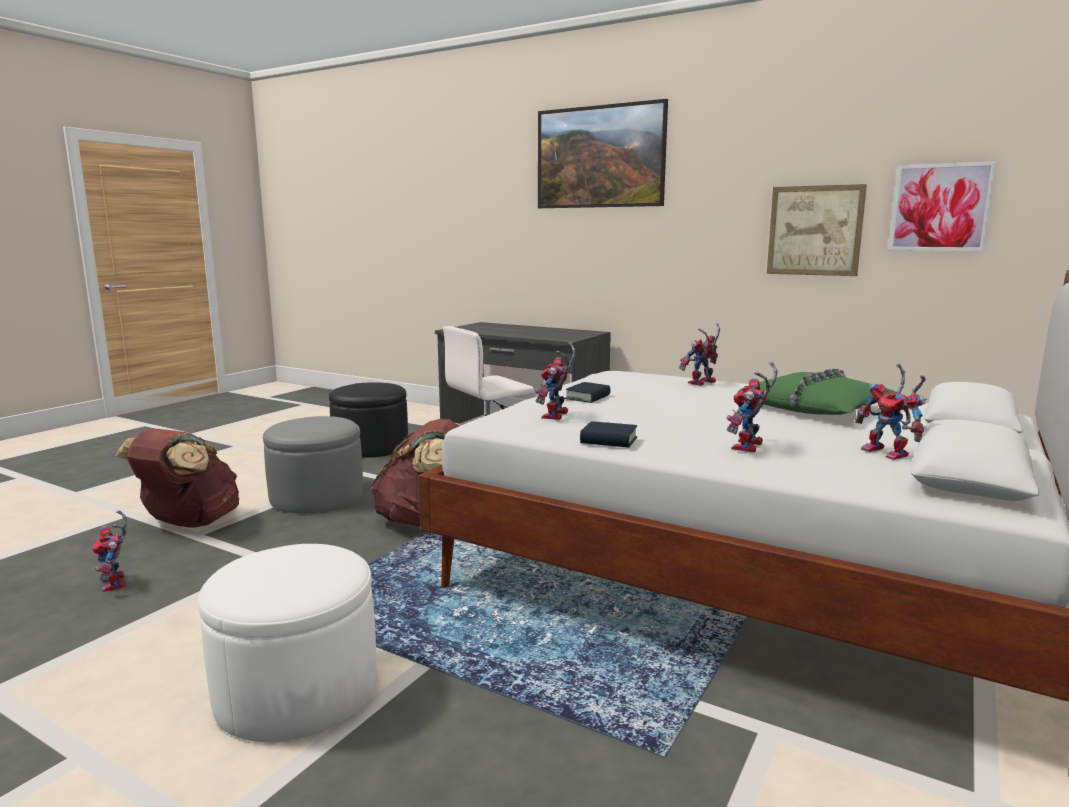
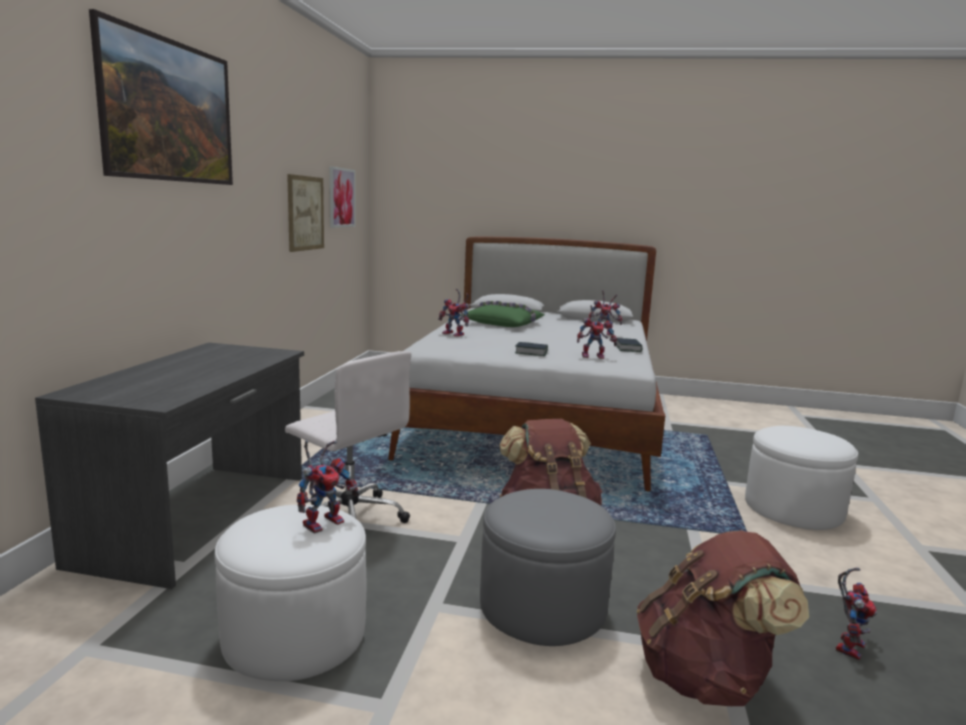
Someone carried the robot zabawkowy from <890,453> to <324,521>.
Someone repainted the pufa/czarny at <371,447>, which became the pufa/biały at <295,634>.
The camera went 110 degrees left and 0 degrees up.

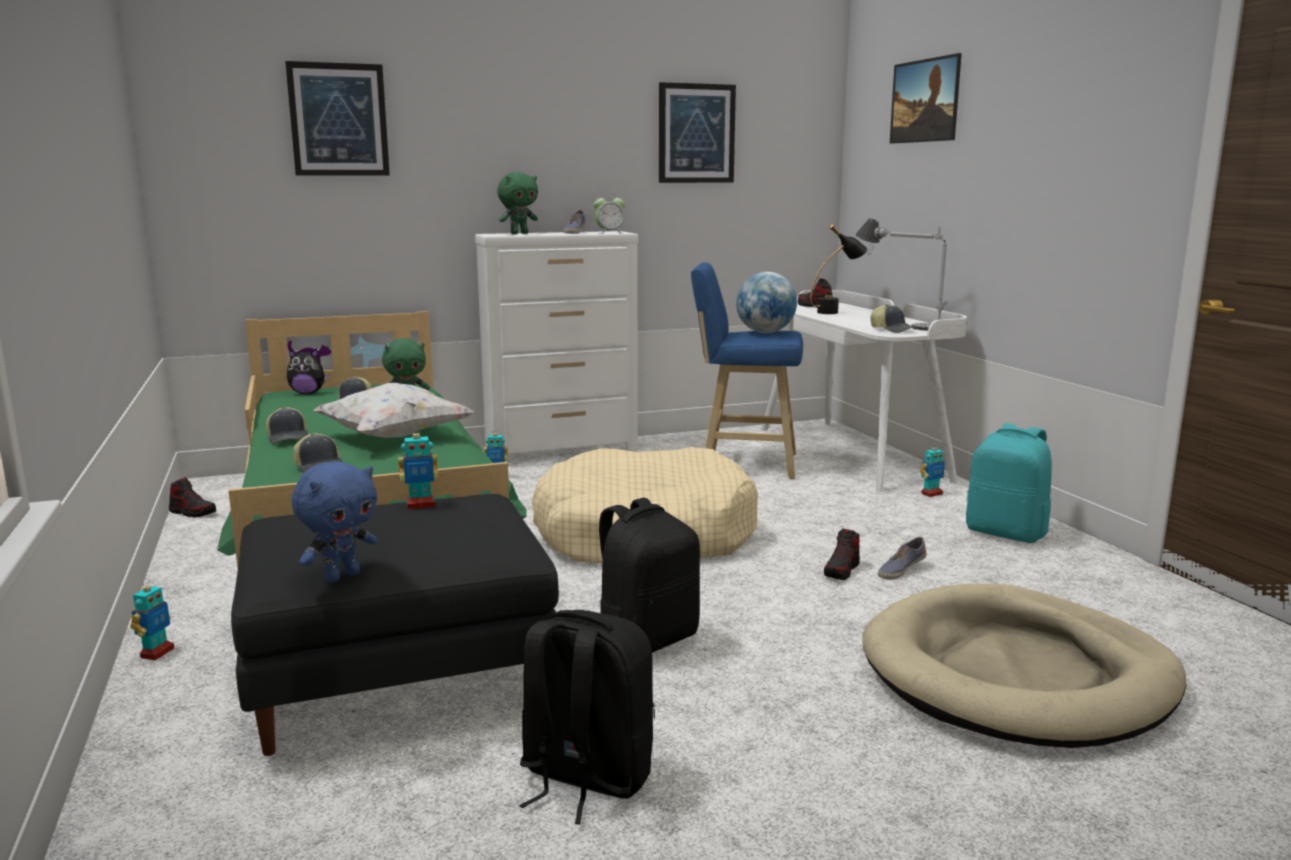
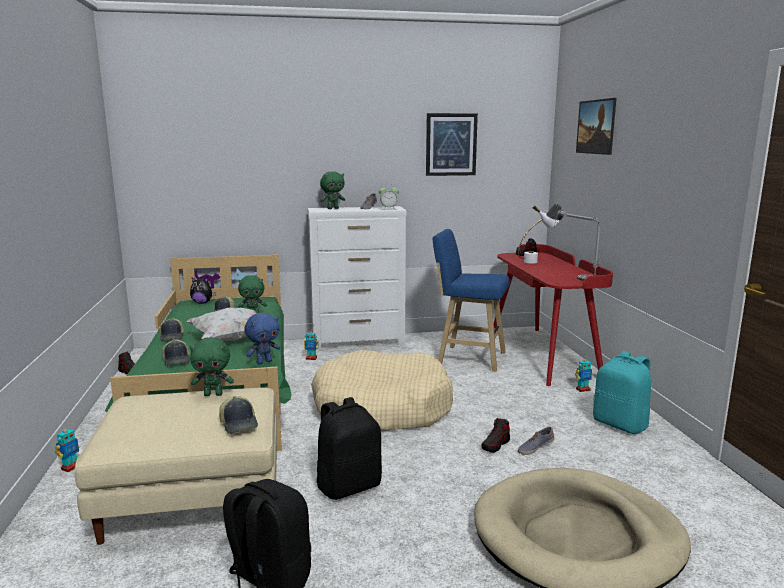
Someone took away the obraz at <338,120>.
Someone repainted the lampa stołowa/czarny at <835,312>, which became the lampa stołowa/biały at <536,261>.
Someone took away the globus at <765,332>.
Someone repainted the biurko/biały at <852,453>, which became the biurko/czerwony at <543,354>.
Someone carried the czapka z daszkiem from <892,330> to <239,423>.
Someone swapped the robot zabawkowy at <420,505> for the pluszak/zielony at <213,394>.
Someone carried the pluszak/niebieski from <341,576> to <264,362>.
Someone repainted the pufa/czarny at <403,677>, which became the pufa/beżowy at <196,498>.
The camera went 10 degrees right and 0 degrees up.

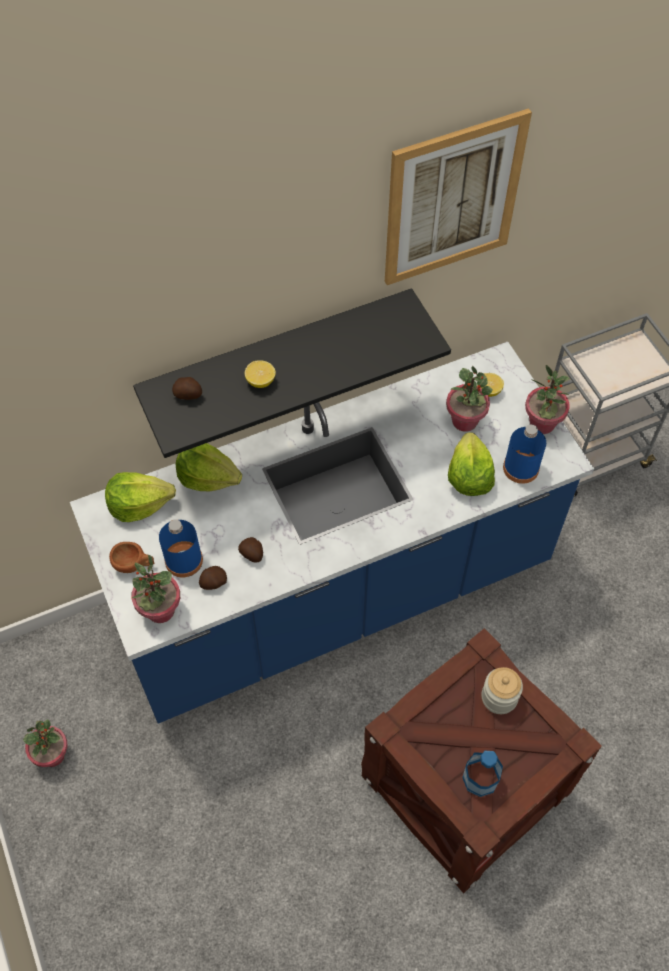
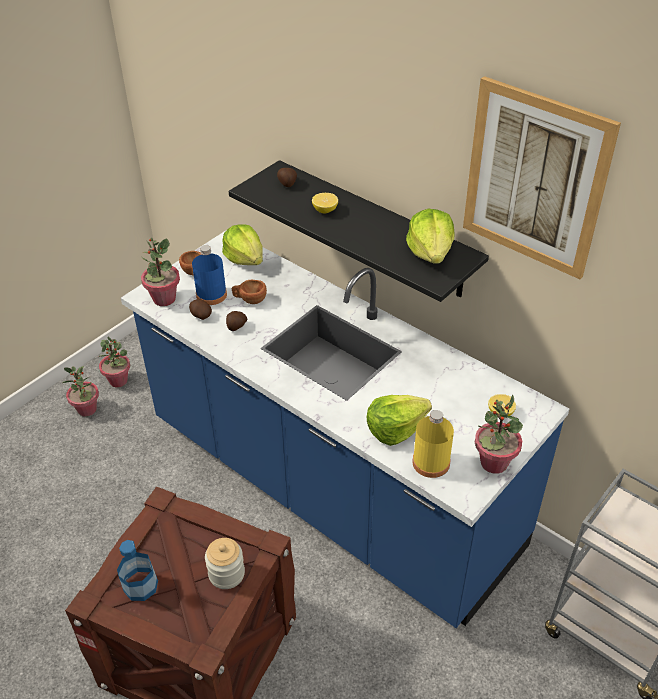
Someone carried the roślina doniczkowa from <465,421> to <87,409>.
Someone repainted the butelka/niebieski at <521,468>, which became the butelka/żółty at <431,462>.
Someone carried the sałata from <208,477> to <431,252>.
Someone put down the filiżanka/brązowy at <249,300>.
The camera went 65 degrees right and 15 degrees down.

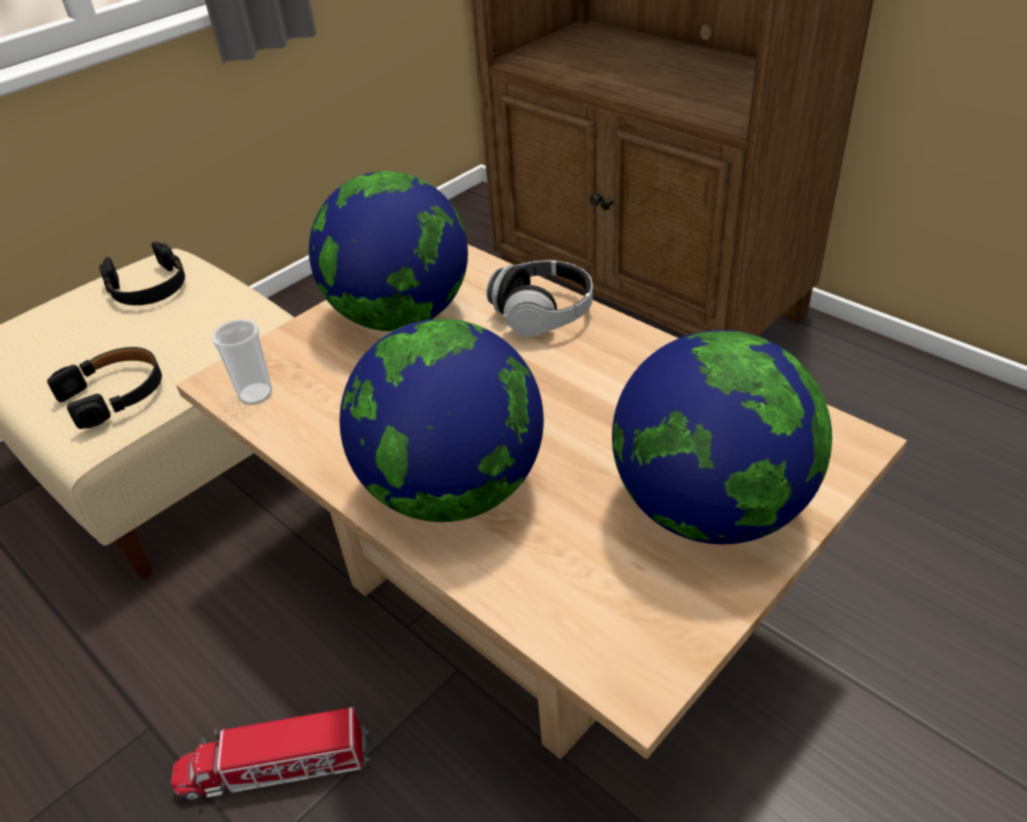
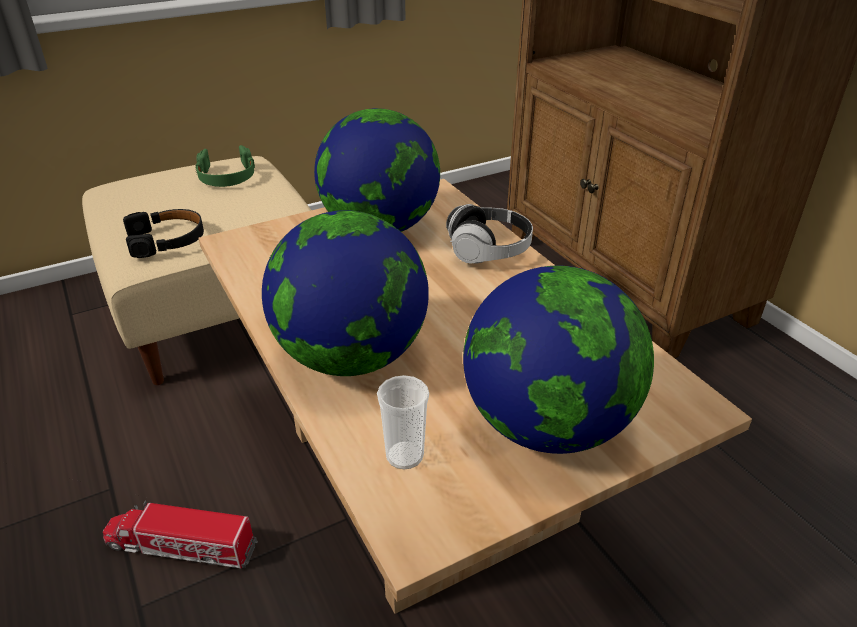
Someone repainted the słuchawki/czarny at <149,287>, which became the słuchawki/zielony at <227,176>.
Someone carried the filiżanka from <255,394> to <404,456>.
The camera went 15 degrees right and 5 degrees down.

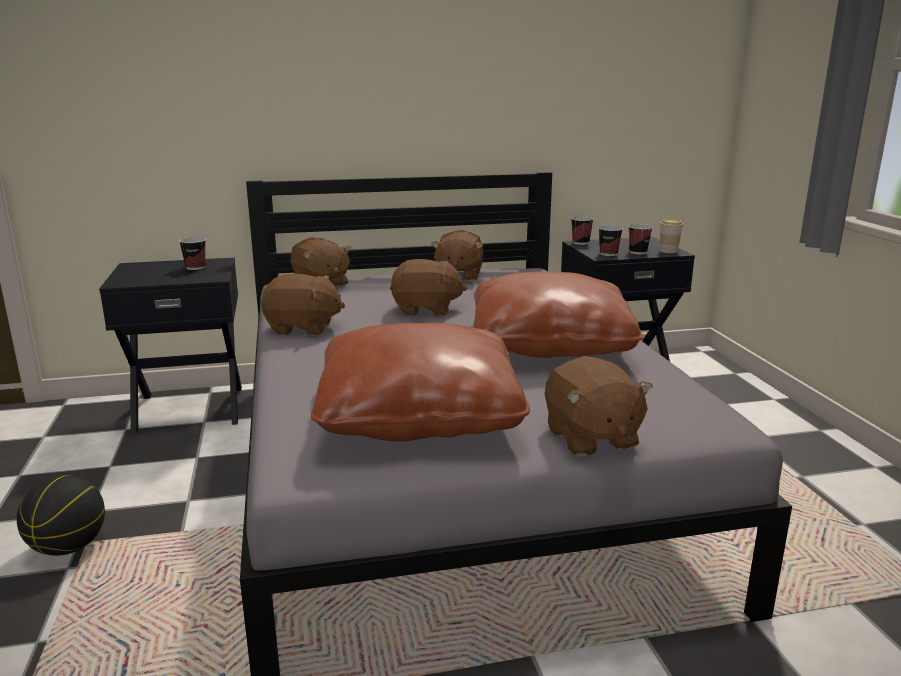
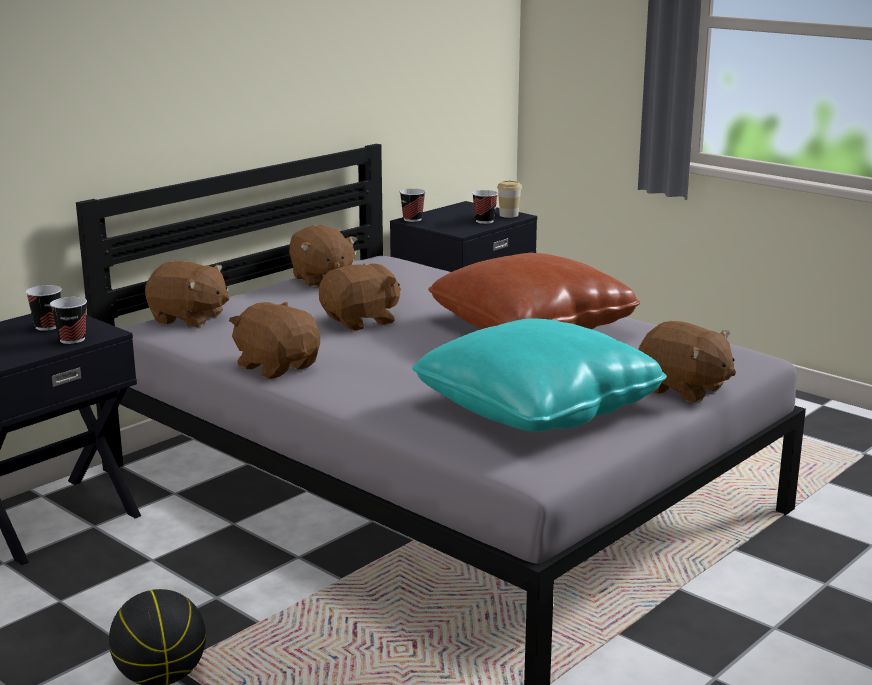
Someone carried the filiżanka from <608,254> to <72,339>.
Someone rotated the pluszak/brązowy at <303,328> by 105 degrees counterclockwise.
Someone repainted the poduszka/brązowy at <418,415>, which became the poduszka/turkusowy at <538,409>.
The camera went 35 degrees left and 0 degrees up.

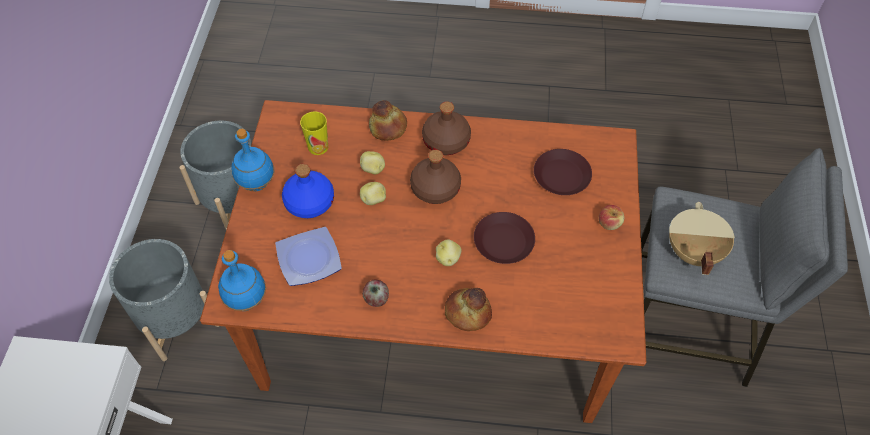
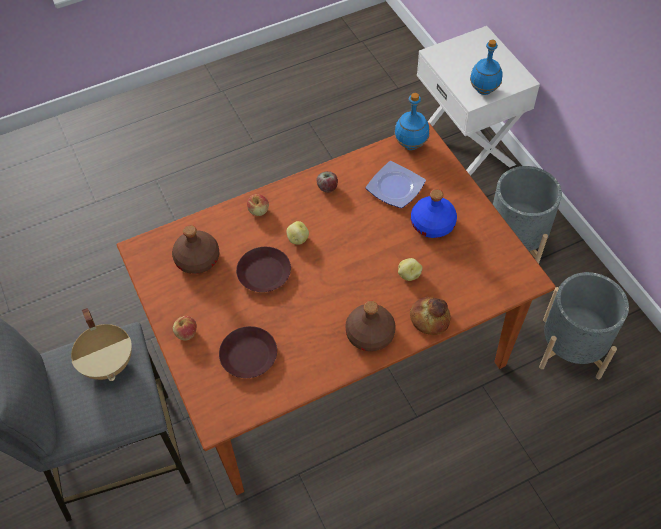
Someone took away the filiżanka at <318,147>.
Someone carried the butelka/niebieski from <257,184> to <483,90>.
Someone carried the butelka/brązowy from <434,188> to <198,258>.
Someone took away the ziemniak at <374,200>.
Someone swapped the chleb at <467,313> for the jabłko at <258,211>.
The camera went 150 degrees right and 0 degrees up.

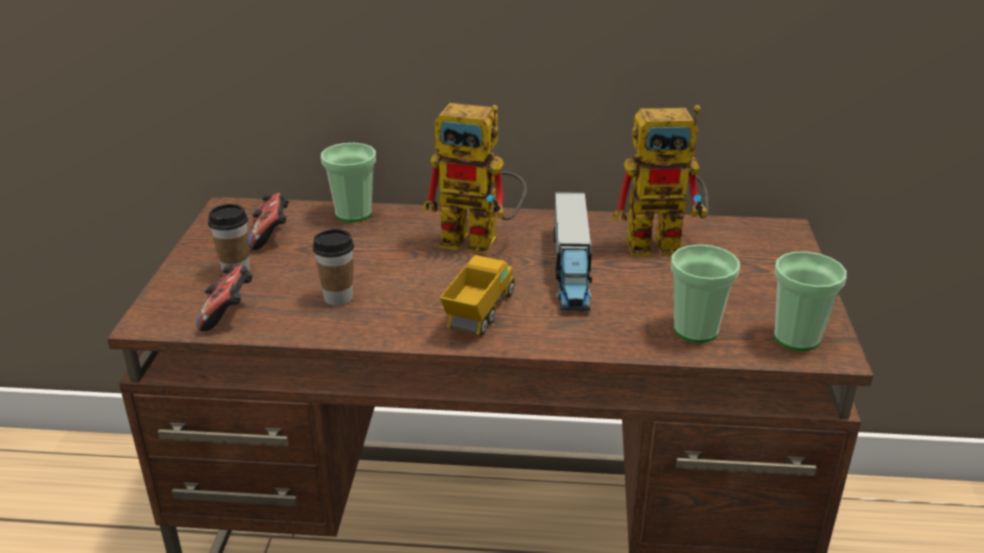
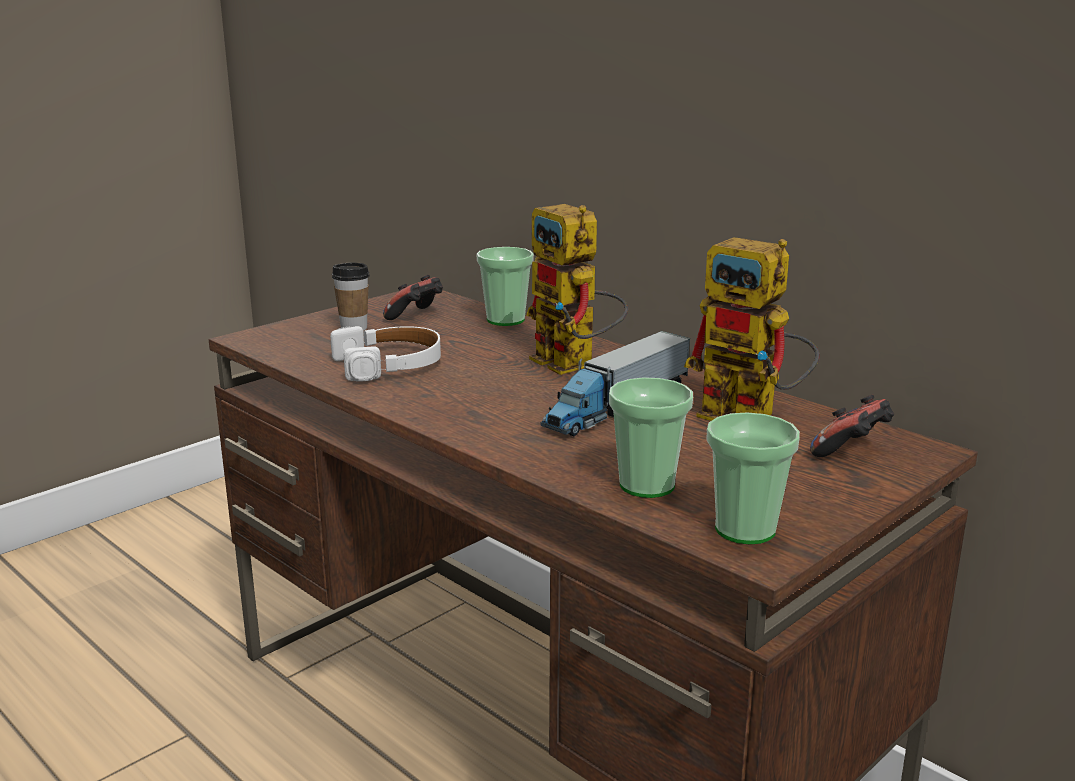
Someone swapped the filiżanka at <338,298> for the słuchawki/biały at <389,364>.
Someone took away the ciężarówka zabawkowa at <480,314>.
Someone carried the pad do gier from <229,314> to <852,452>.
The camera went 40 degrees right and 10 degrees down.

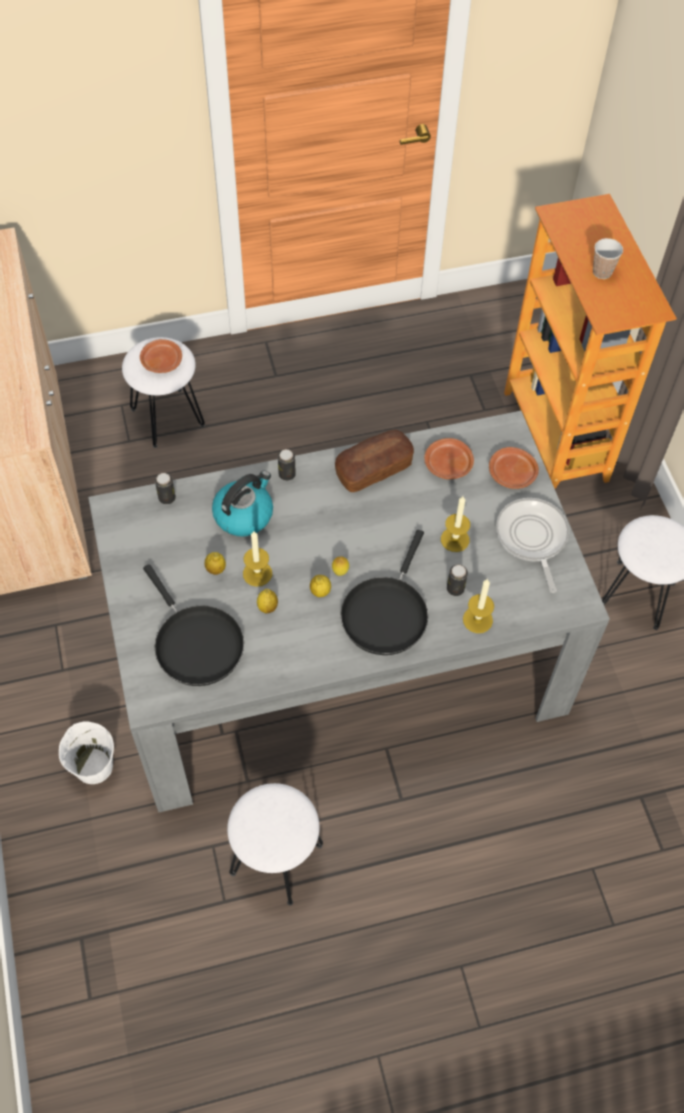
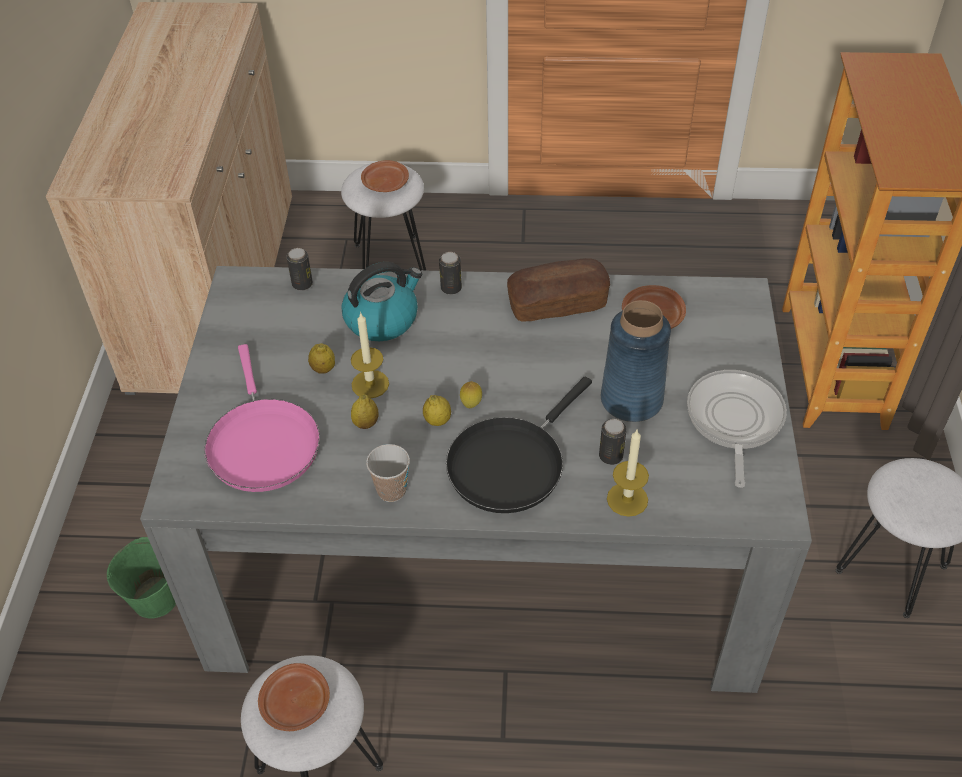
Someone carried the filiżanka from <602,272> to <391,490>.
Someone carried the talerz/brązowy from <512,474> to <295,704>.
Someone swapped the świeca at <455,539> for the wazon/niebieski at <631,400>.
Someone repainted the patelnia/czarny at <196,643>, which became the patelnia/różowy at <262,443>.
Someone repainted the wiadro/biały at <93,766>, which became the wiadro/zielony at <155,597>.
The camera went 20 degrees right and 10 degrees down.

